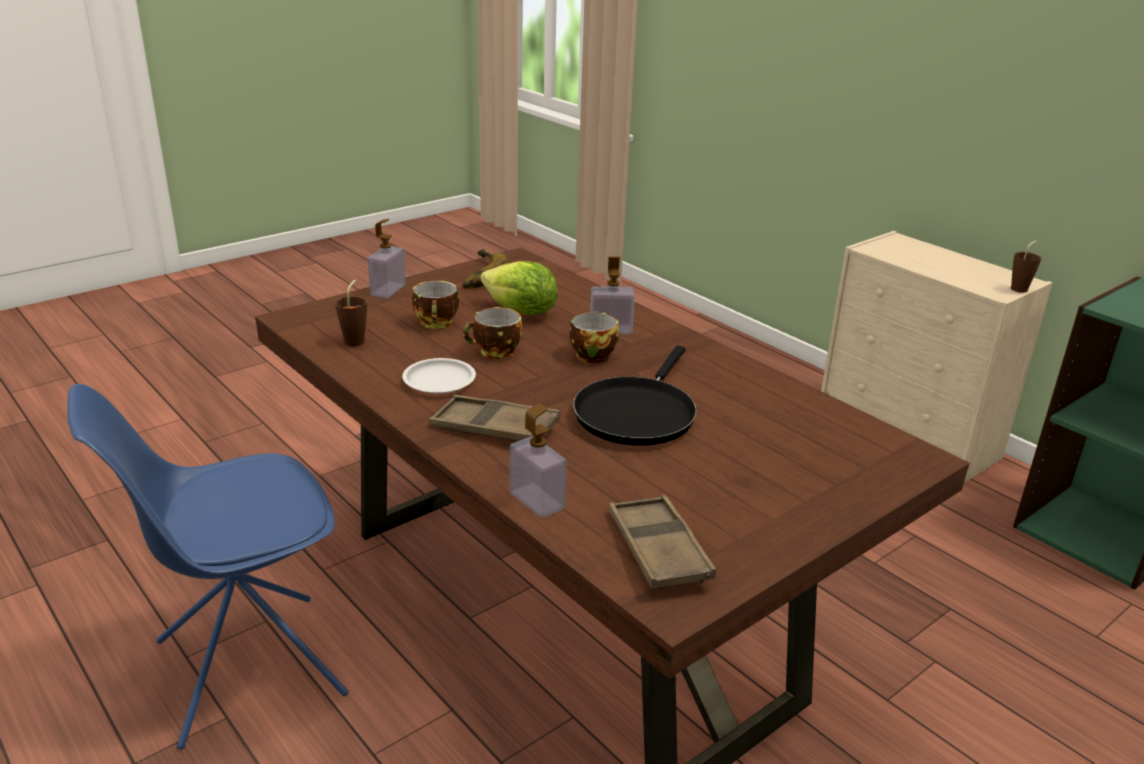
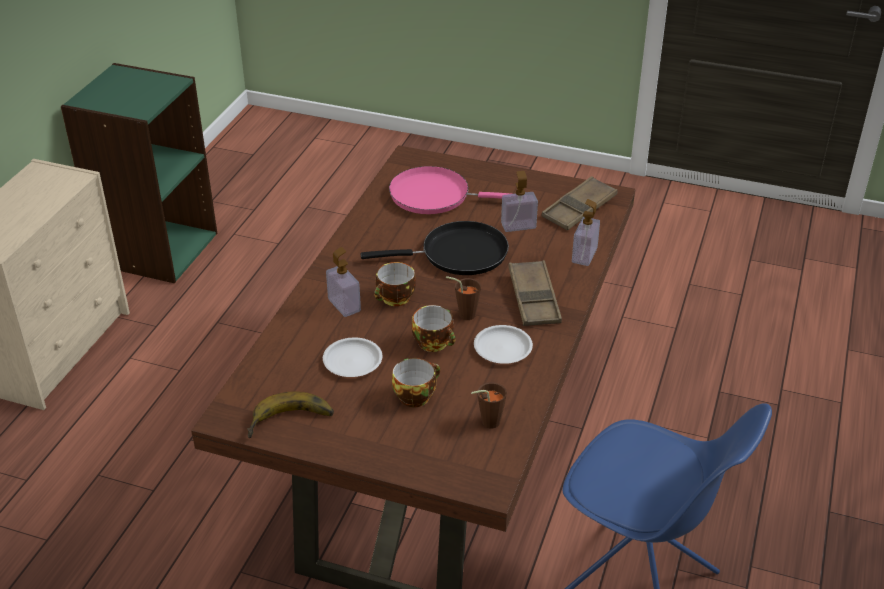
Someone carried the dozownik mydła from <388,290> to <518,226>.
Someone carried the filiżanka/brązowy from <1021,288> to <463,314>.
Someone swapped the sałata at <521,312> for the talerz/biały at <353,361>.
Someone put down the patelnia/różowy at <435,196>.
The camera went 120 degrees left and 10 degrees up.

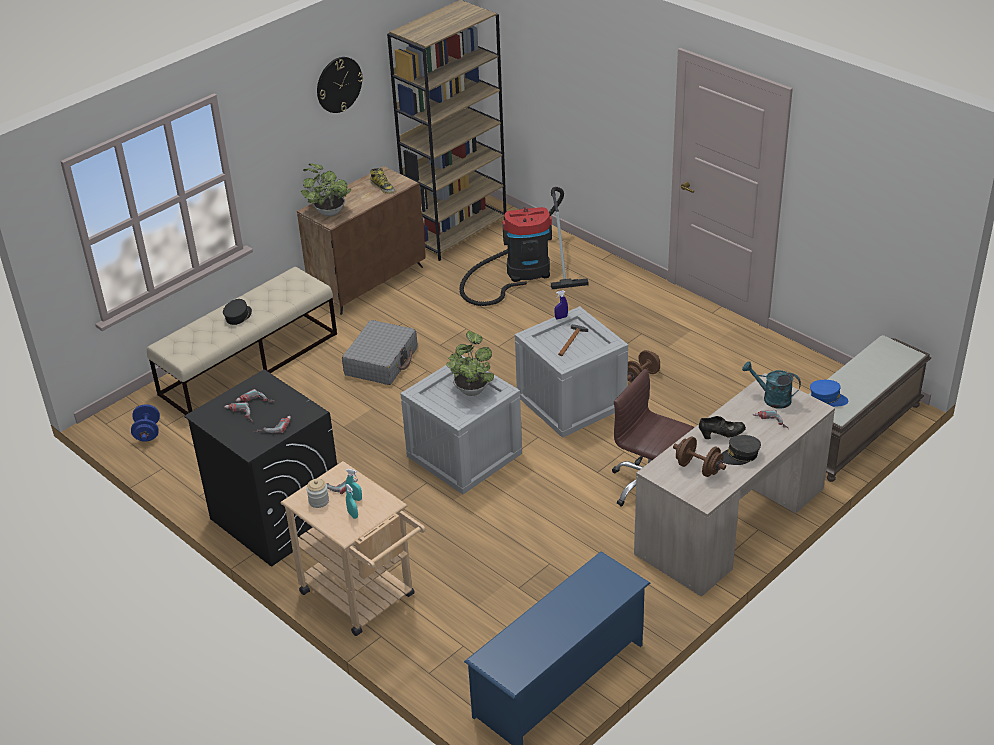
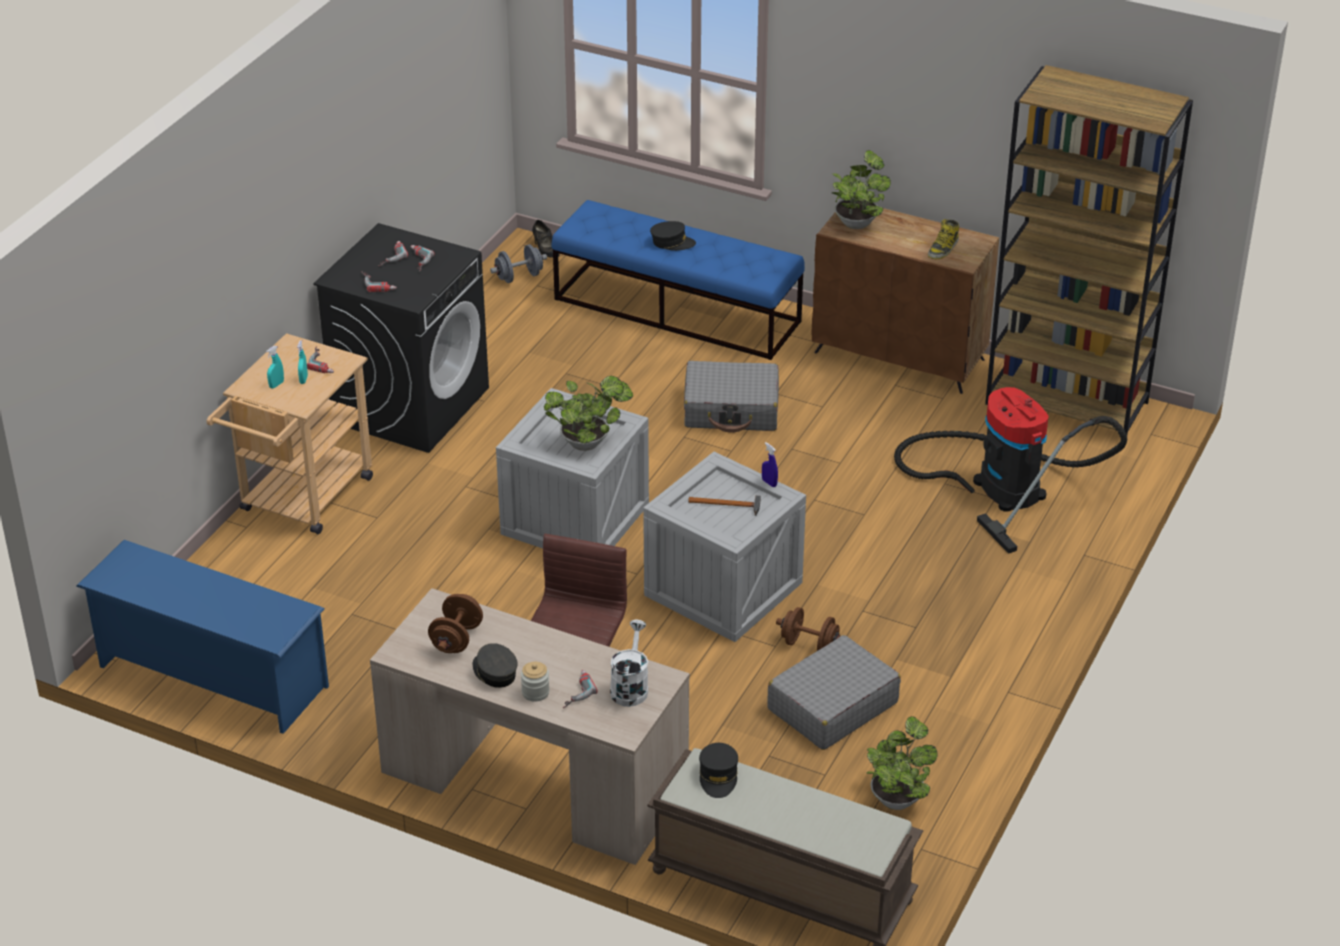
Someone took away the zegar ścienny at <339,84>.
Someone repainted the ławka/beżowy at <250,363>, which became the ławka/niebieski at <678,310>.
Someone repainted the konewka/turkusowy at <771,398>, which became the konewka/biały at <630,686>.
Someone repainted the czapka z daszkiem/niebieski at <827,398>, which became the czapka z daszkiem/czarny at <718,776>.
Someone repainted the hantel/niebieski at <147,433>, which became the hantel/szary at <519,277>.
Someone carried the but/czarny from <721,435> to <545,251>.
Someone carried the słoik from <319,501> to <535,692>.
Someone put down the walizka/szary at <832,706>.
Someone put down the roślina doniczkowa at <897,797>.
The camera went 70 degrees right and 0 degrees up.

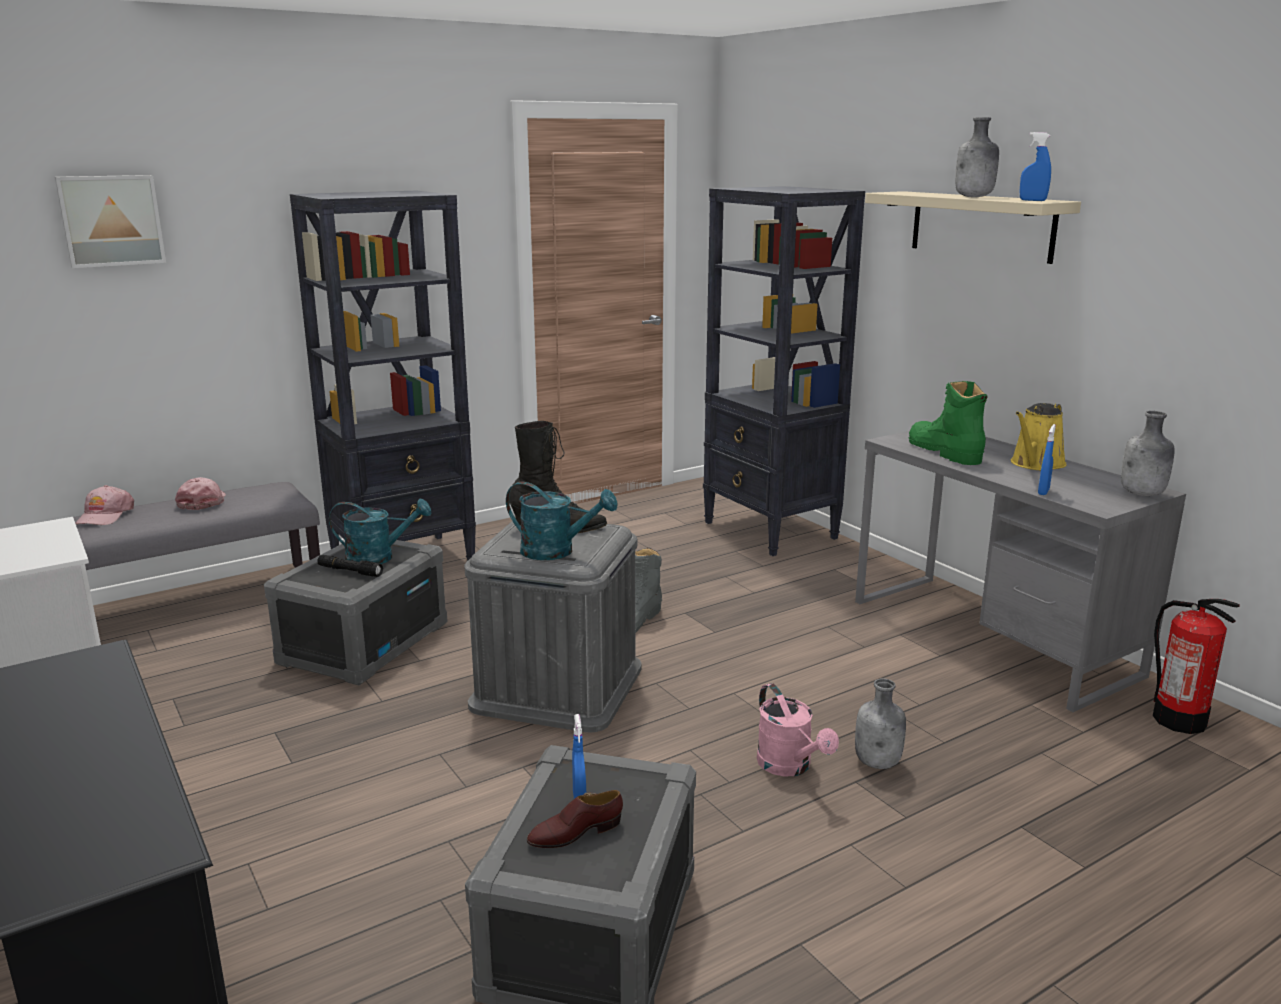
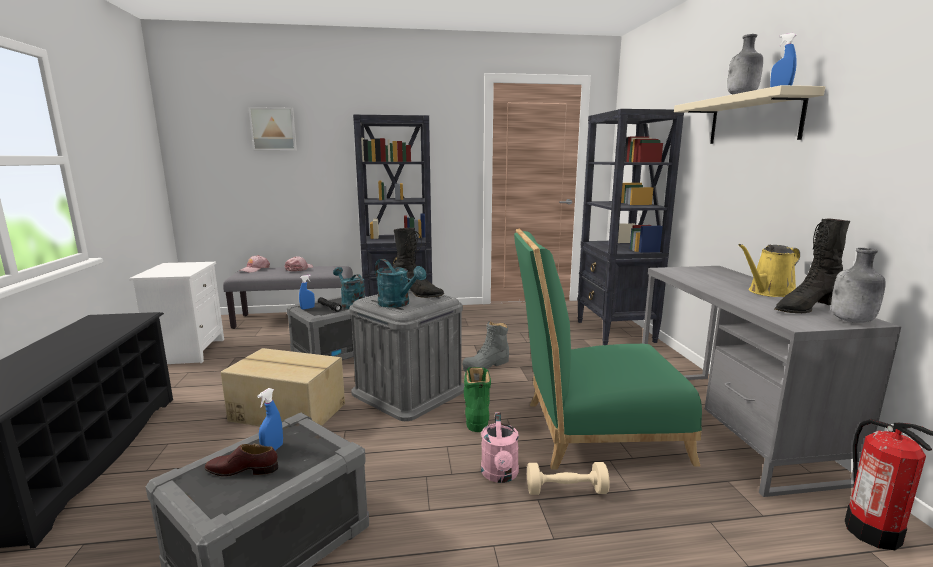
Someone carried the but z cholewką/zielony from <944,452> to <477,413>.
Someone carried the spryskiwacz/niebieski from <1043,492> to <307,308>.
Someone rotated the konewka/turkusowy at <379,558> by 150 degrees counterclockwise.
Someone swapped the butelka/szary at <878,763> for the hantel/beżowy at <566,491>.
Someone put down the but z cholewką/czarny at <804,308>.
Someone put down the krzesło/zielony at <593,431>.
Someone put down the karton at <288,411>.
The camera went 25 degrees right and 5 degrees down.

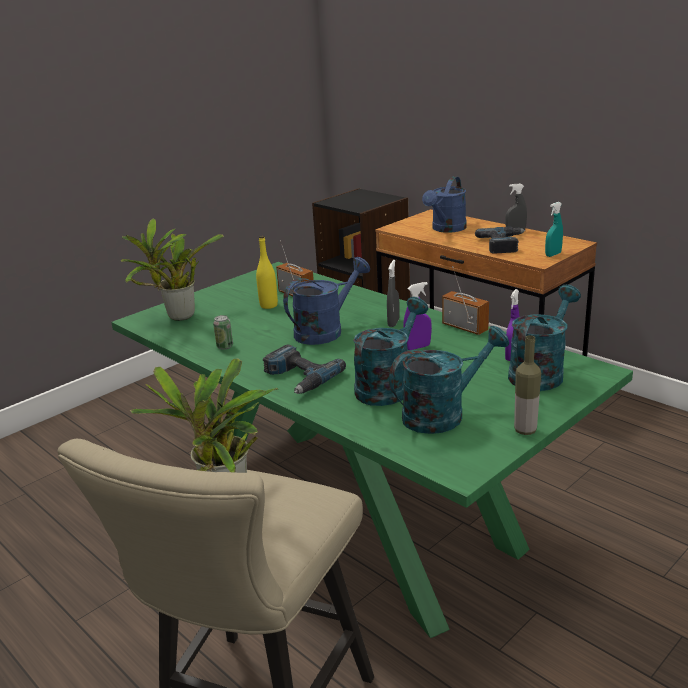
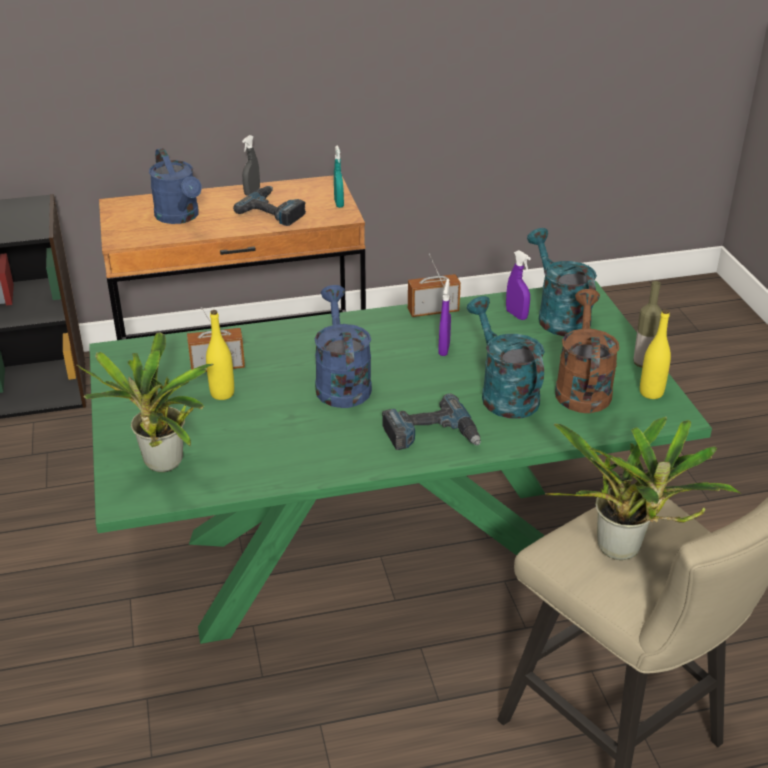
Someone took away the spryskiwacz/szary at <393,322>.
Someone took away the puszka at <225,346>.
Someone repainted the konewka/turkusowy at <443,414>, which became the konewka/brązowy at <582,387>.
Someone put down the butelka/żółty at <651,393>.
The camera went 60 degrees left and 10 degrees up.

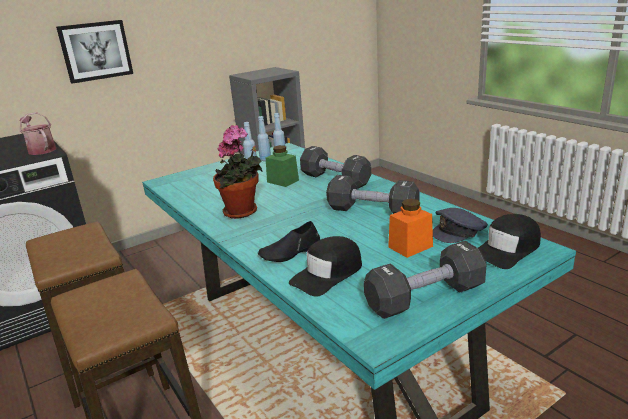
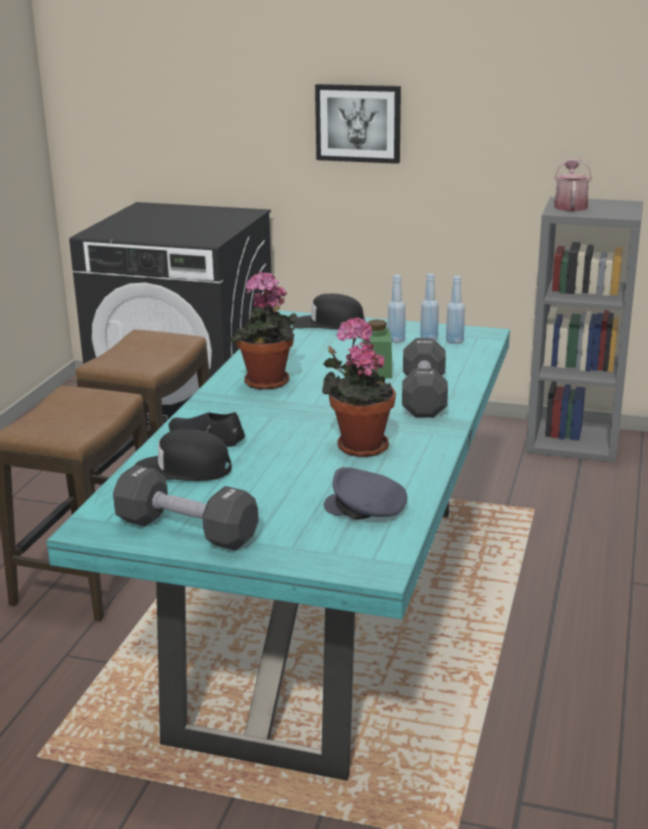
Someone carried the konewka from <41,150> to <570,206>.
Someone swapped the hantel/czarny at <372,211> for the roślina doniczkowa at <358,445>.
Someone took away the słoik/pomarańczowy at <410,247>.
Someone carried the czapka z daszkiem/czarny from <507,249> to <328,324>.
The camera went 50 degrees right and 0 degrees up.

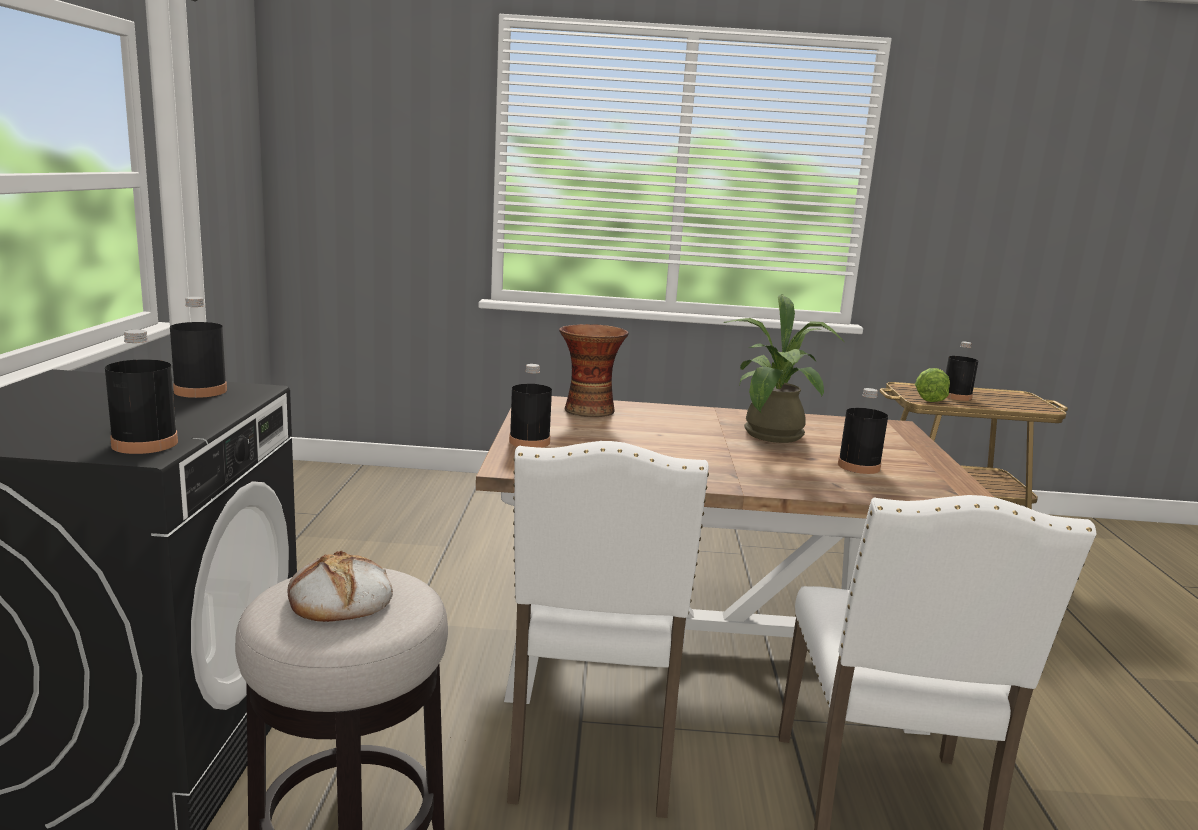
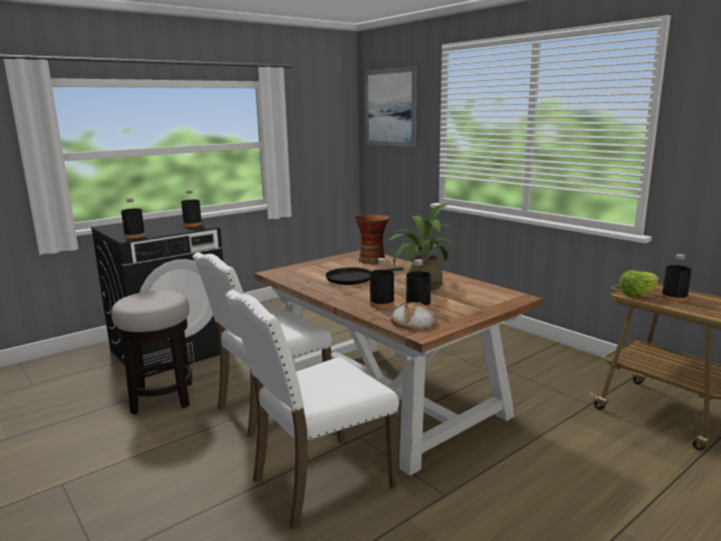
Someone carried the butelka/czarny from <529,442> to <382,304>.
Someone carried the chleb from <339,598> to <413,321>.
Someone put up the obraz at <390,107>.
Someone put down the patelnia/czarny at <353,279>.
The camera went 50 degrees right and 0 degrees up.

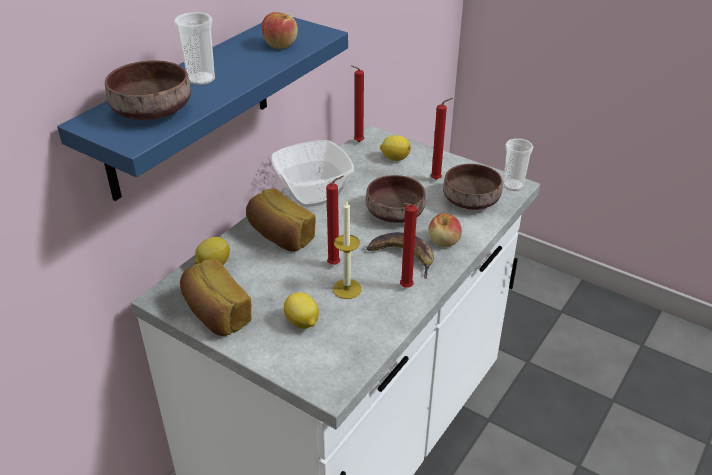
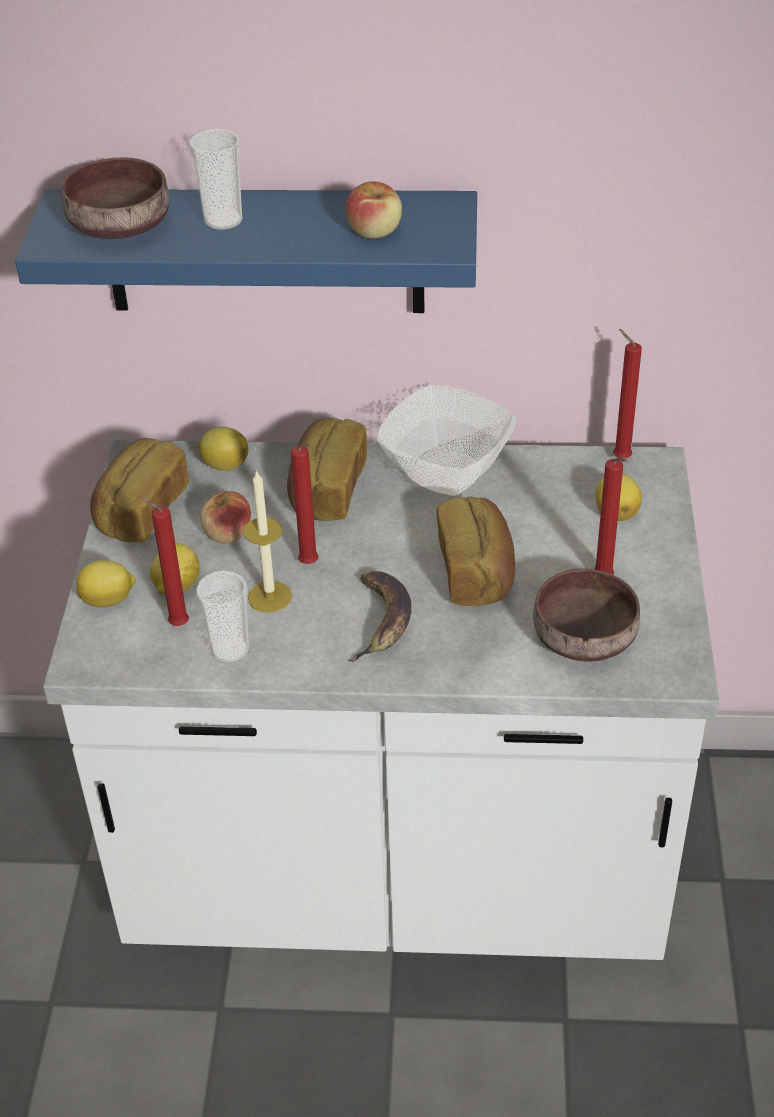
Someone carried the filiżanka from <513,185> to <230,650>.
Someone swapped the miska/brązowy at <396,213> for the chleb at <476,572>.
Someone carried the świeca/czerwony from <404,288> to <176,624>.
Someone carried the jabłko from <444,241> to <227,534>.
Someone put down the cytryna at <109,600>.
The camera went 60 degrees right and 5 degrees up.

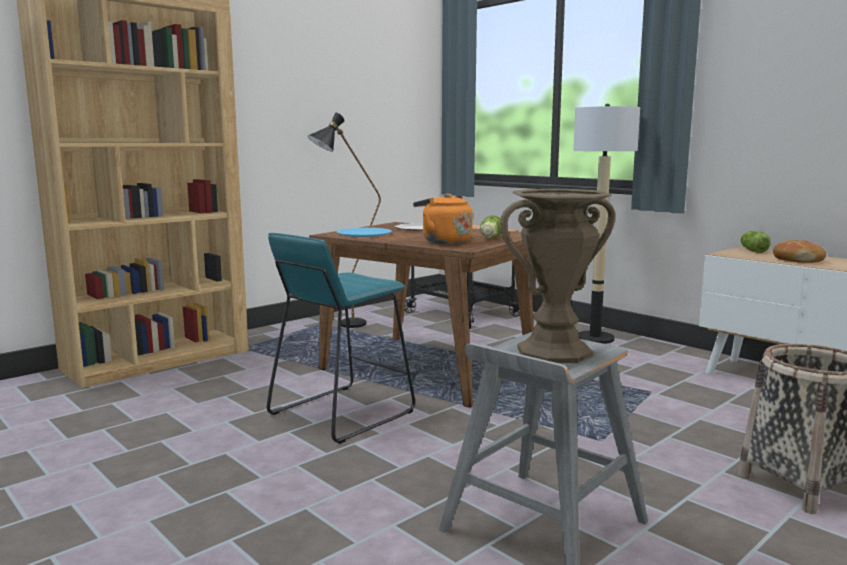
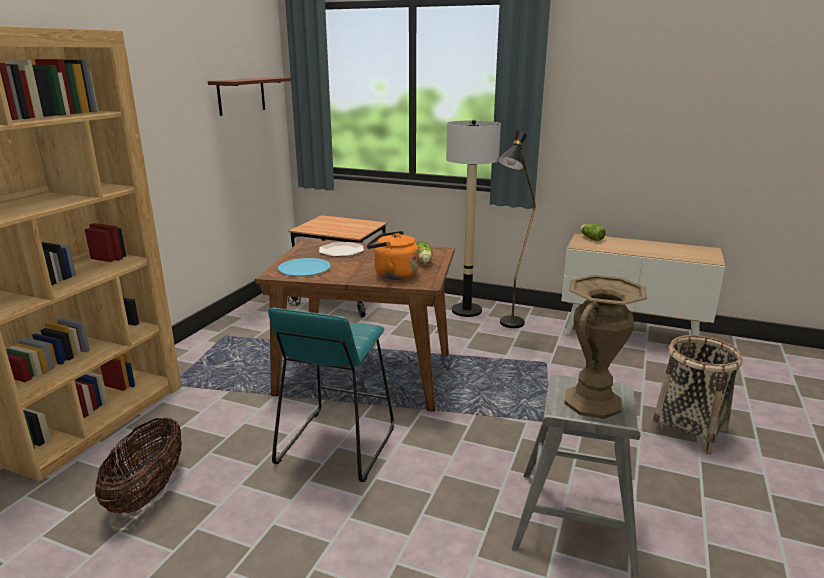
Someone carried the lampa stojąca/czarny from <343,325> to <508,326>.
Someone took away the chleb at <797,260>.
Someone put up the półka/brązowy at <241,95>.
Someone put down the koszyk at <148,492>.
The camera went 25 degrees left and 10 degrees up.

